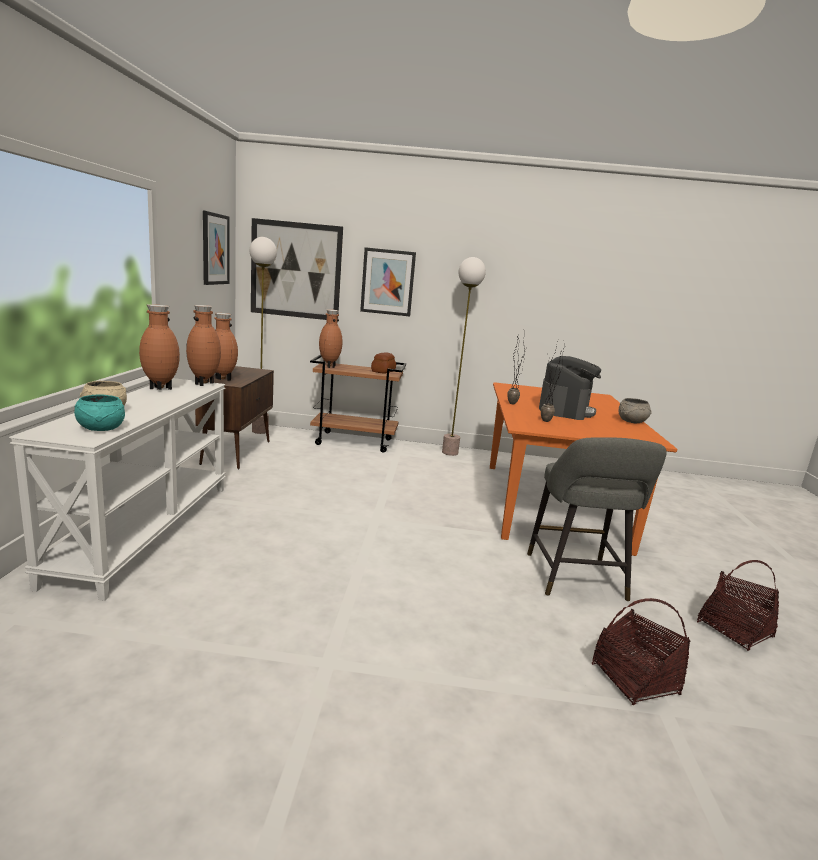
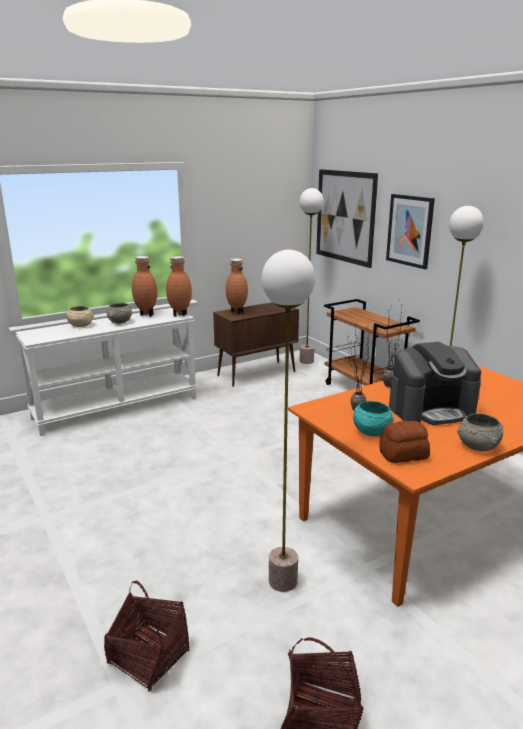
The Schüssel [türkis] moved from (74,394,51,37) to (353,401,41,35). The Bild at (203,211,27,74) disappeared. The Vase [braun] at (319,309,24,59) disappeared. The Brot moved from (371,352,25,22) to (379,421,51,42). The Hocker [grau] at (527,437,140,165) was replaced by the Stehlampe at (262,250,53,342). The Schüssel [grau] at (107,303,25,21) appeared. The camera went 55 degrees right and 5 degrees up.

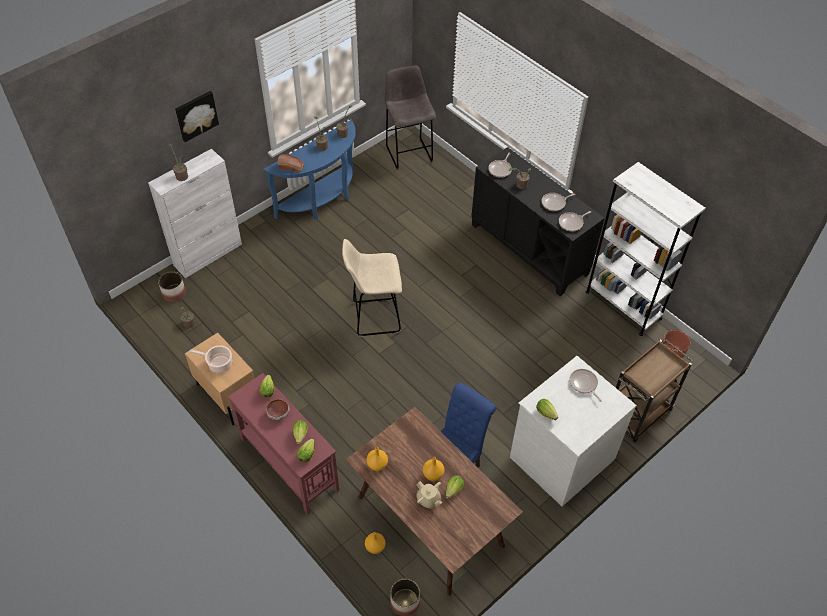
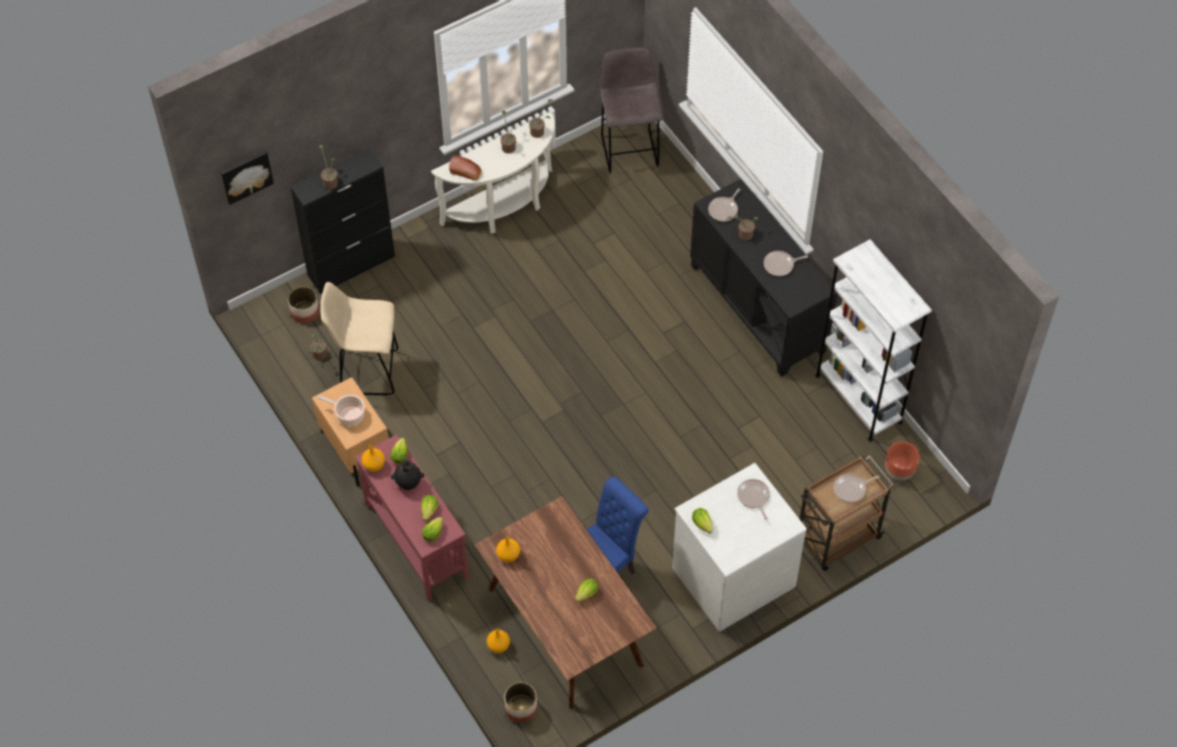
The Schrank [weiß] at (148,149,94,129) became the Schrank [schwarz] at (290,148,105,146). The Bild moved from (175,91,44,51) to (221,150,53,55). The Konsolentisch [blau] at (263,120,93,100) became the Konsolentisch [weiß] at (431,112,124,121). The Schüssel at (266,399,24,21) was replaced by the Vase [schwarz] at (391,460,33,30). The Hocker [beige] moved from (342,239,60,98) to (320,282,78,114). The Teekanne [beige] at (417,481,25,27) disappeared. The Vase [orange] moved from (423,457,21,24) to (362,445,23,27). The Pfanne moved from (559,211,32,21) to (834,474,45,28). The camera went 10 degrees right and 5 degrees up.

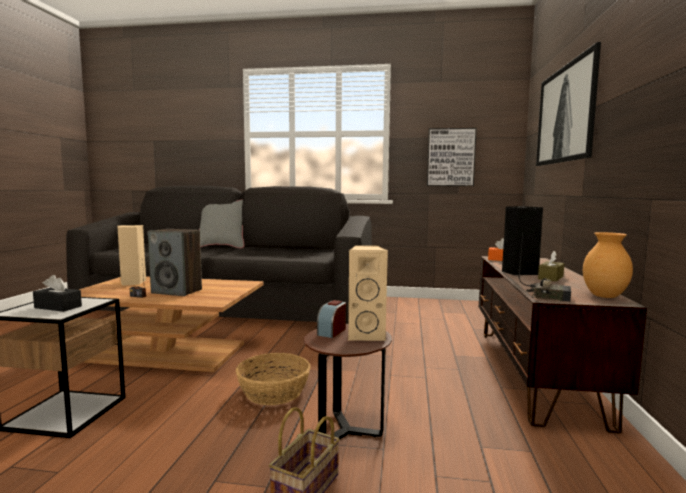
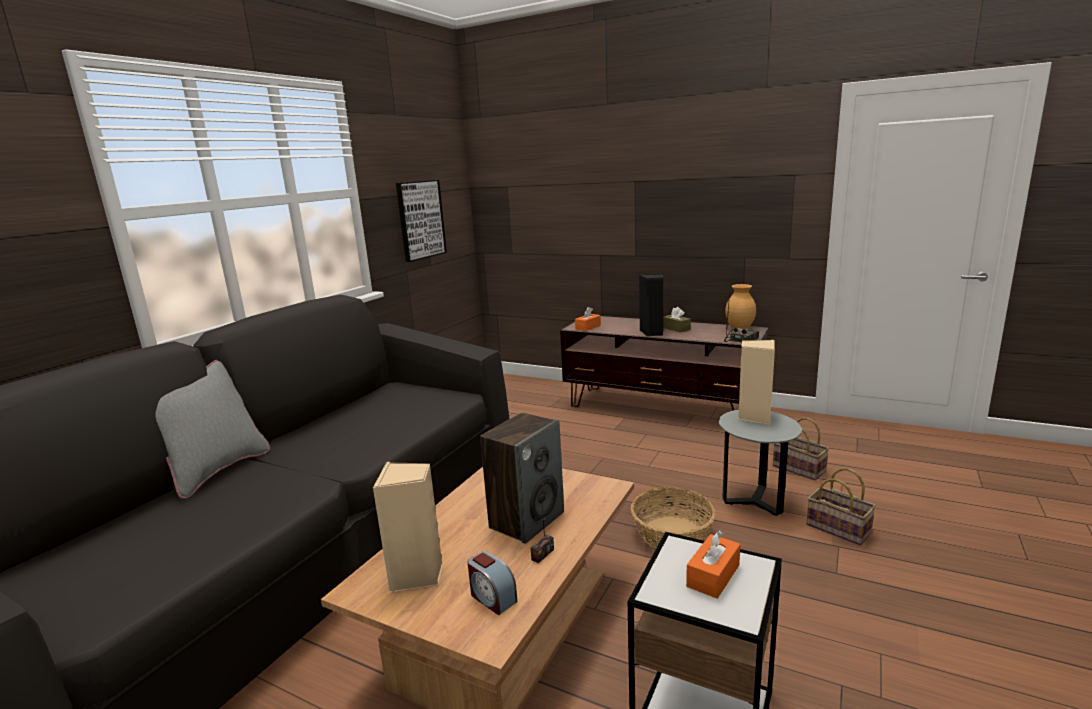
The Taschentuchbox [schwarz] at (33,275,49,37) became the Taschentuchbox [orange] at (686,530,54,69). The Beistelltisch [braun] at (303,324,89,115) became the Beistelltisch [grau] at (719,410,83,106). The Wecker moved from (317,300,29,38) to (468,551,49,64). The Bild at (536,42,65,124) disappeared. The Korb at (773,417,56,63) appeared. The camera went 70 degrees left and 10 degrees up.

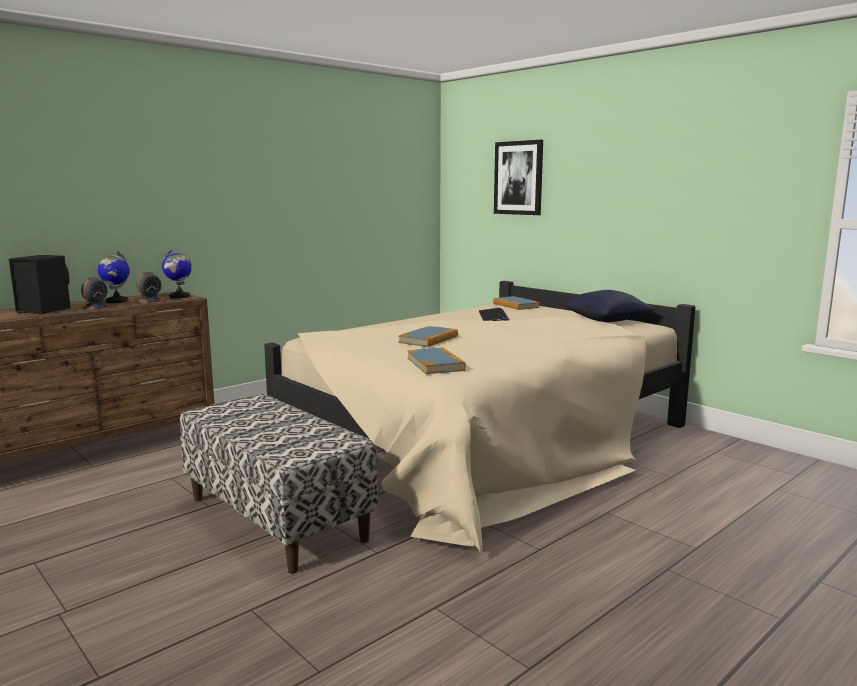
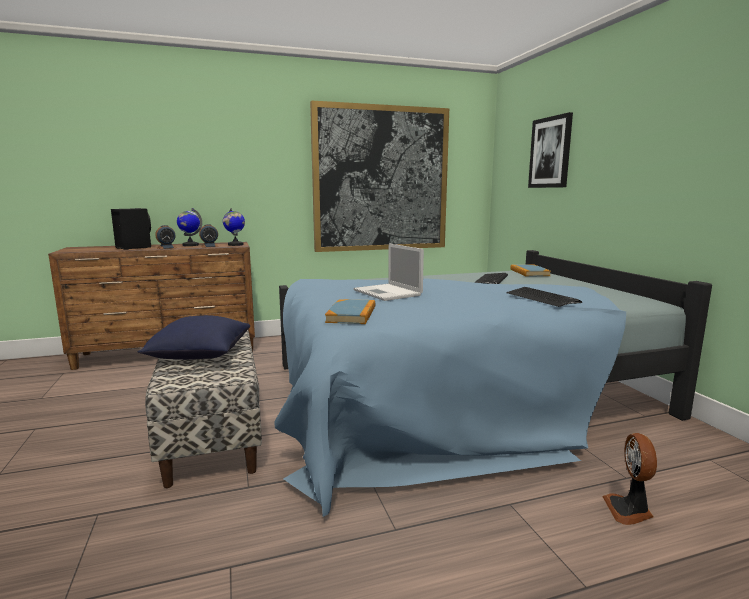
The Bett [beige] at (264,281,431,272) became the Bett [blau] at (274,250,438,267). The Buch at (398,326,60,21) was replaced by the Laptop at (354,244,70,57). The Kissen [blau] moved from (561,290,94,32) to (137,315,113,45). The Bild at (310,101,139,151) appeared. The Tastatur at (506,287,76,20) appeared. The Ventilator at (602,433,55,92) appeared. The camera went 25 degrees right and 0 degrees up.

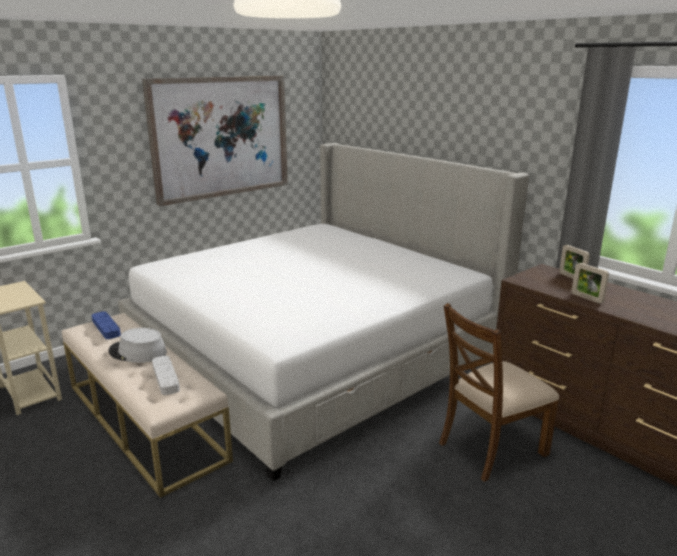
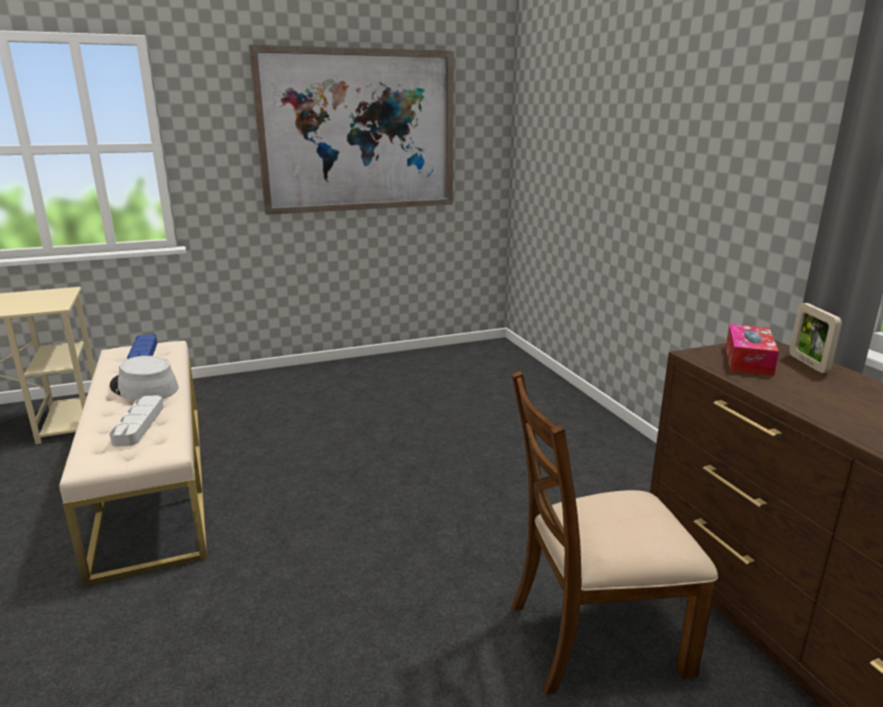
The Bett at (118,143,411,338) disappeared. The Bilderrahmen at (572,263,37,40) disappeared. The Taschentuchbox at (726,324,53,52) appeared. The camera went 20 degrees right and 0 degrees up.

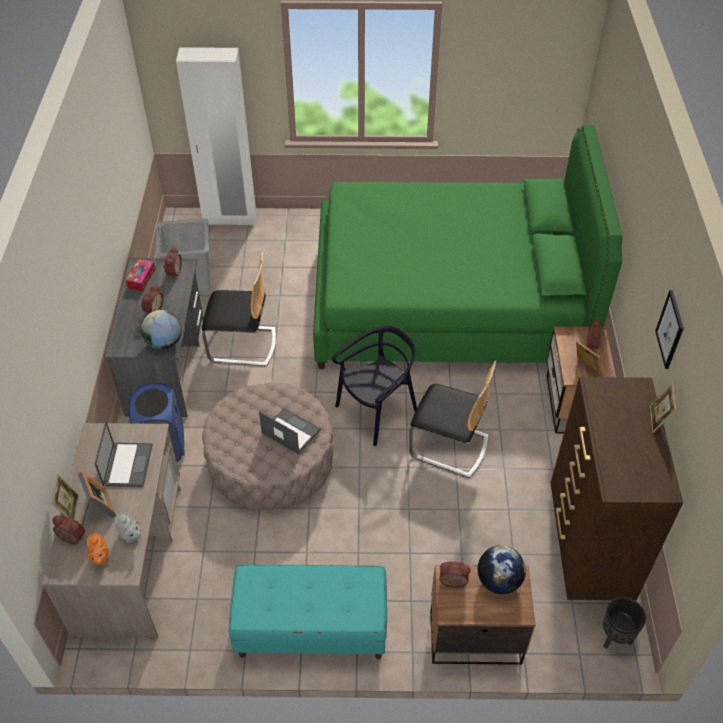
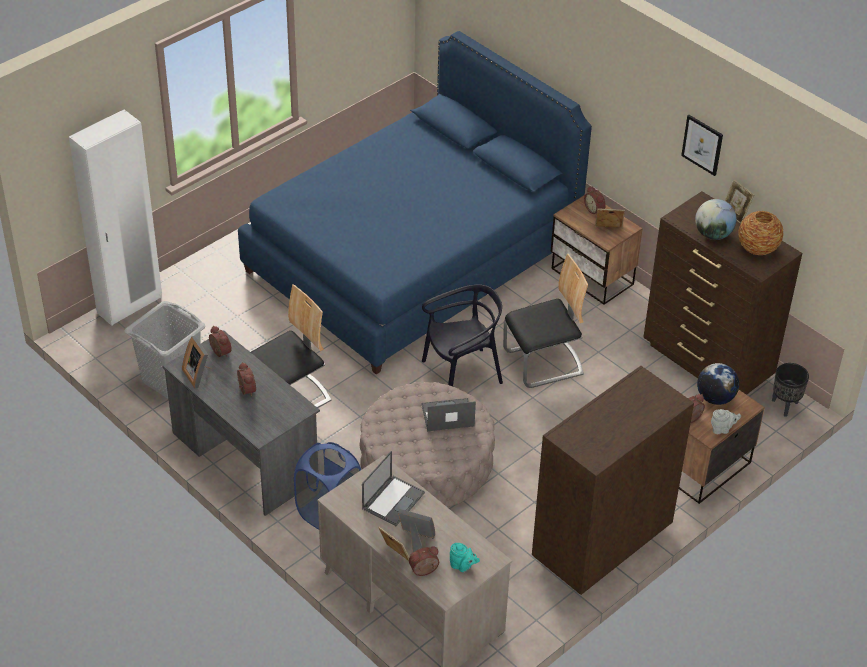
The Teekanne [orange] at (86,533,23,32) became the Teekanne [türkis] at (450,543,30,29). The Laptop at (95,421,58,66) turned 75 degrees clockwise. The Teekanne [grau] moved from (115,513,26,30) to (711,409,30,25). The Taschentuchbox at (125,259,31,32) was replaced by the Bilderrahmen at (182,336,30,52). The Globus moved from (141,310,41,40) to (695,199,42,41). The Bank [türkis] at (229,564,158,95) was replaced by the Kommode [braun] at (532,366,162,229). The Bett [grün] at (313,125,310,244) became the Bett [blau] at (238,31,354,344). The Stuhl [schwarz] at (332,325,85,121) turned 60 degrees clockwise. The Vase at (738,211,45,44) appeared. The camera went 45 degrees left and 5 degrees down.

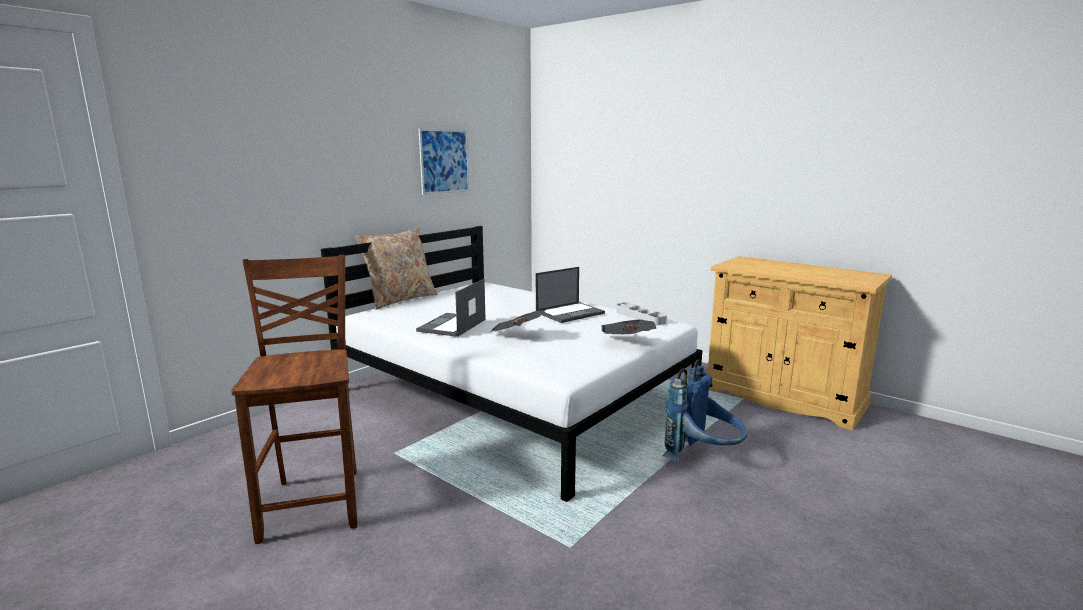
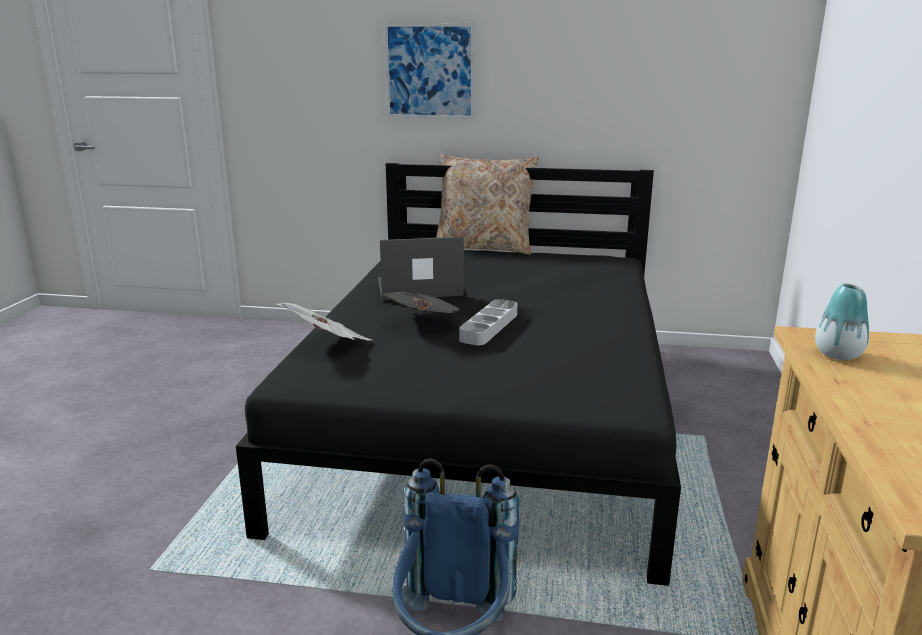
The Stuhl [braun] at (231,255,126,289) disappeared. The Bett [weiß] at (321,226,382,276) became the Bett [schwarz] at (236,163,445,423). The Bild moved from (419,128,51,67) to (384,23,91,96). The Laptop at (536,267,69,56) disappeared. The Zeitung moved from (601,320,56,14) to (277,303,95,37). The Tablett [grau] moved from (616,302,51,23) to (459,299,58,46). The Vase at (815,284,54,76) appeared. The camera went 60 degrees right and 5 degrees up.

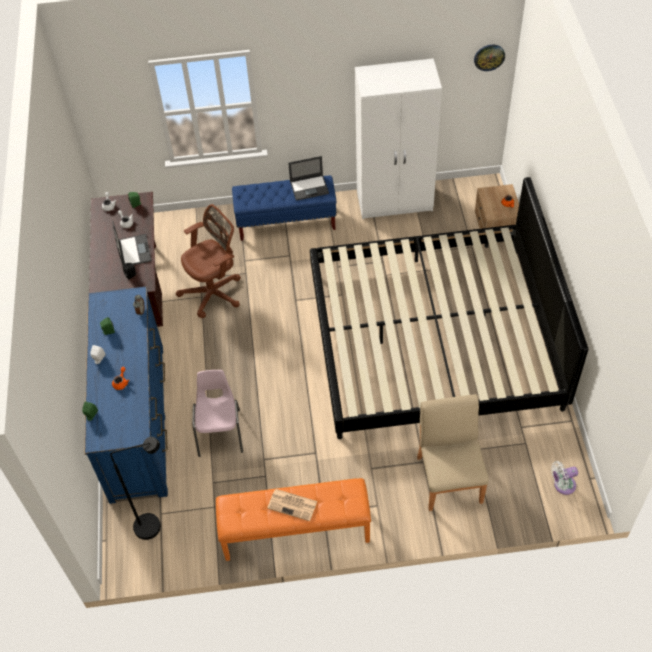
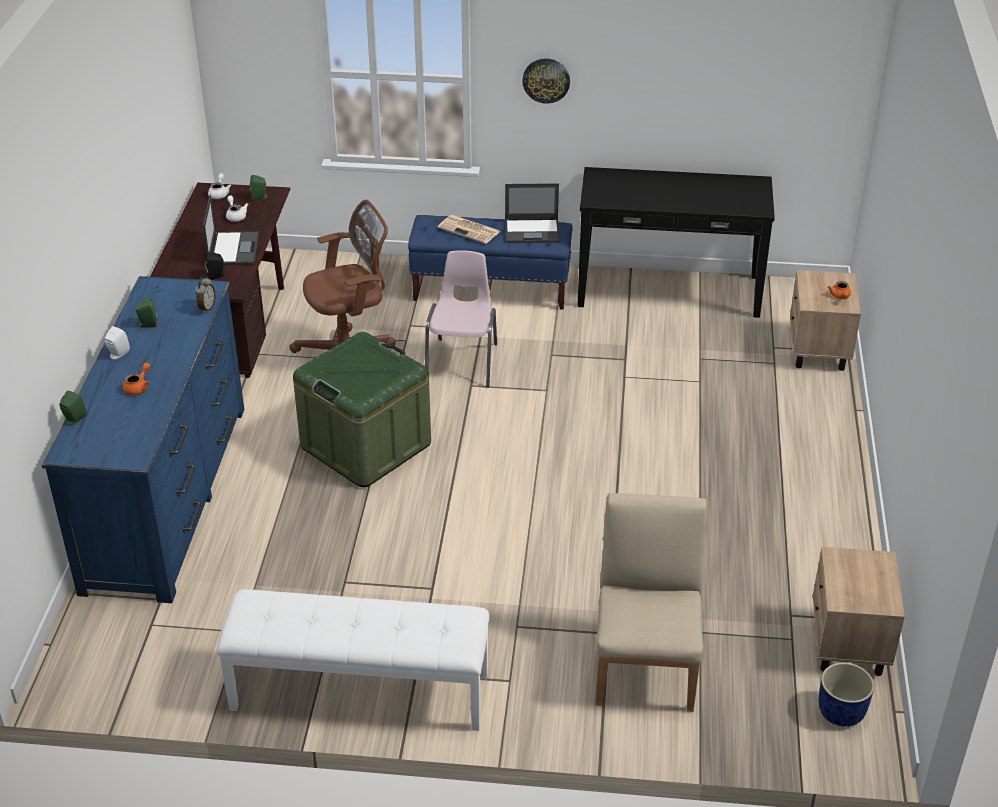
The Stehlampe [schwarz] at (110,437,51,103) disappeared. The Stuhl [rosa] moved from (192,370,51,87) to (425,250,72,138). The Bank [orange] at (216,478,155,83) became the Bank [weiß] at (217,589,272,142). The Zeitung moved from (267,489,51,32) to (438,215,62,29). The Bett at (310,177,278,262) disappeared. The Kleiderschrank [weiß] at (355,58,87,161) was replaced by the Konsolentisch [schwarz] at (577,167,198,151). The Wanduhr moved from (474,44,31,27) to (522,58,48,46). The Ventilator [weiß] at (551,461,27,34) was replaced by the Pflanzkübel [blau] at (819,663,55,64). The Aufbewahrungsbox [grün] at (293,332,138,155) appeared. The Nachttisch [beige] at (813,547,92,129) appeared. The camera went 10 degrees right and 15 degrees down.

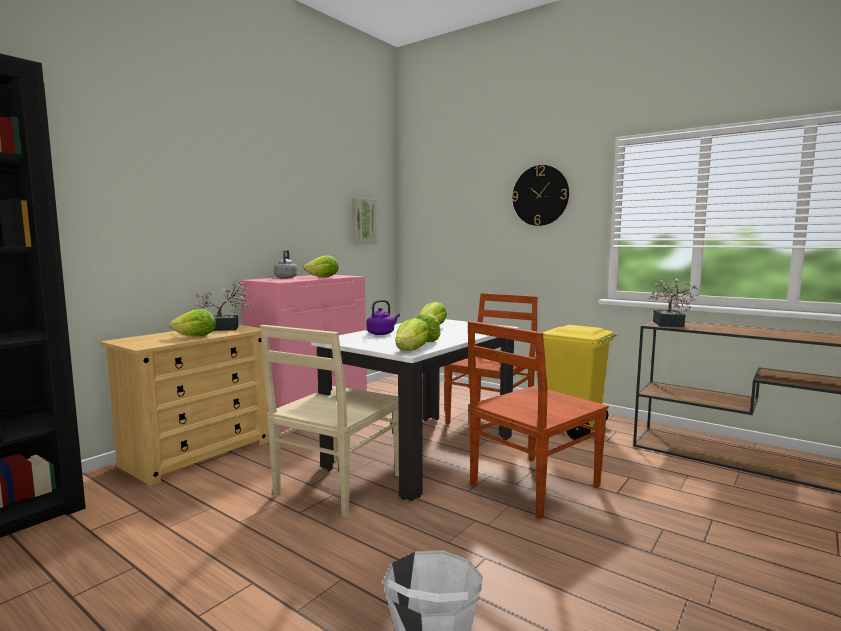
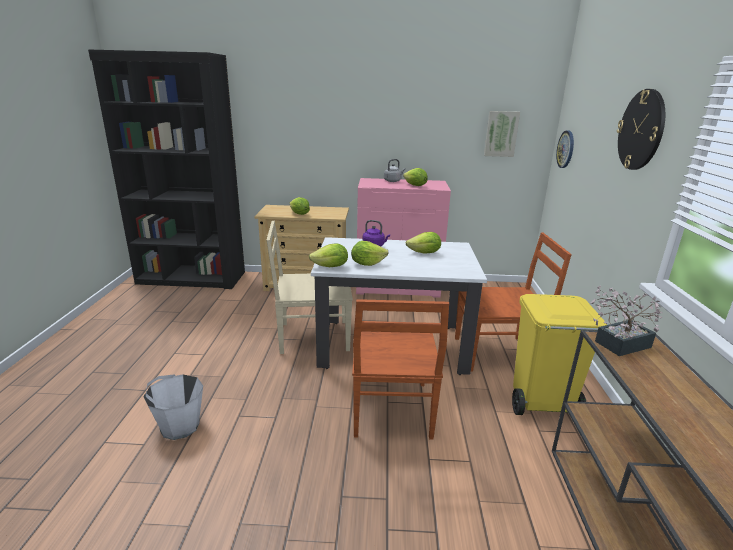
The Topfpflanze at (191,282,60,49) disappeared. The Stuhl [braun] at (468,321,140,198) turned 105 degrees counterclockwise. The Wanduhr at (556,130,18,38) appeared. The camera went 55 degrees right and 15 degrees up.

